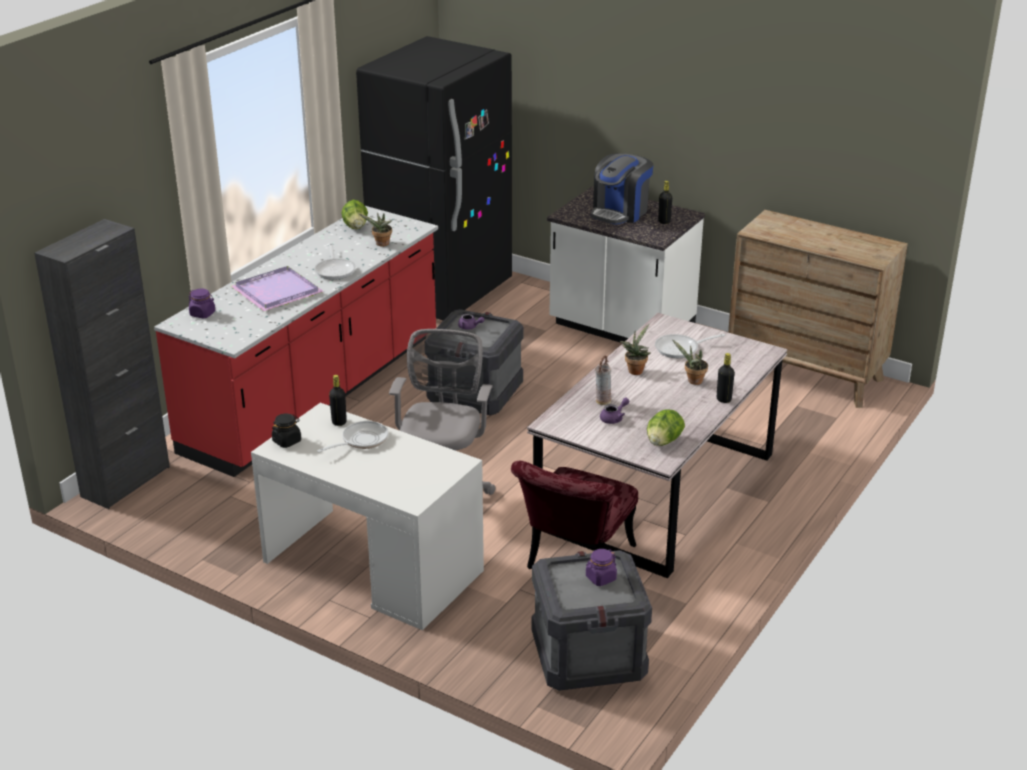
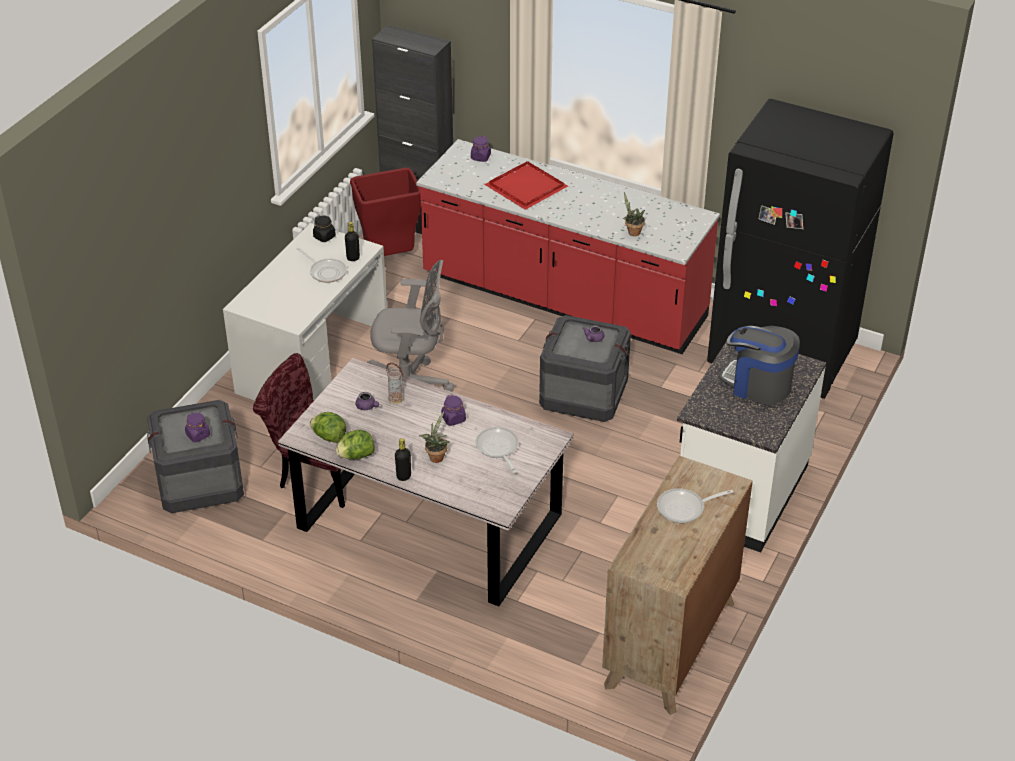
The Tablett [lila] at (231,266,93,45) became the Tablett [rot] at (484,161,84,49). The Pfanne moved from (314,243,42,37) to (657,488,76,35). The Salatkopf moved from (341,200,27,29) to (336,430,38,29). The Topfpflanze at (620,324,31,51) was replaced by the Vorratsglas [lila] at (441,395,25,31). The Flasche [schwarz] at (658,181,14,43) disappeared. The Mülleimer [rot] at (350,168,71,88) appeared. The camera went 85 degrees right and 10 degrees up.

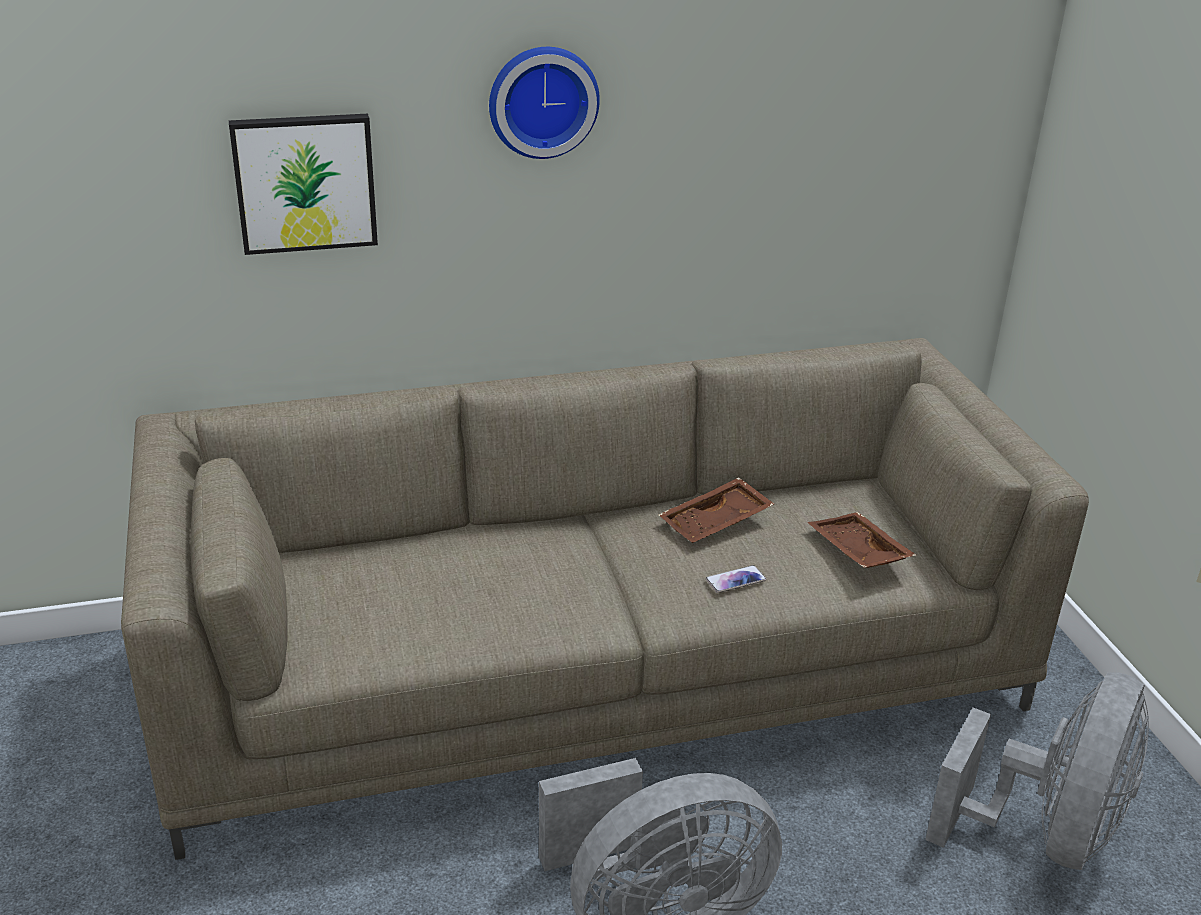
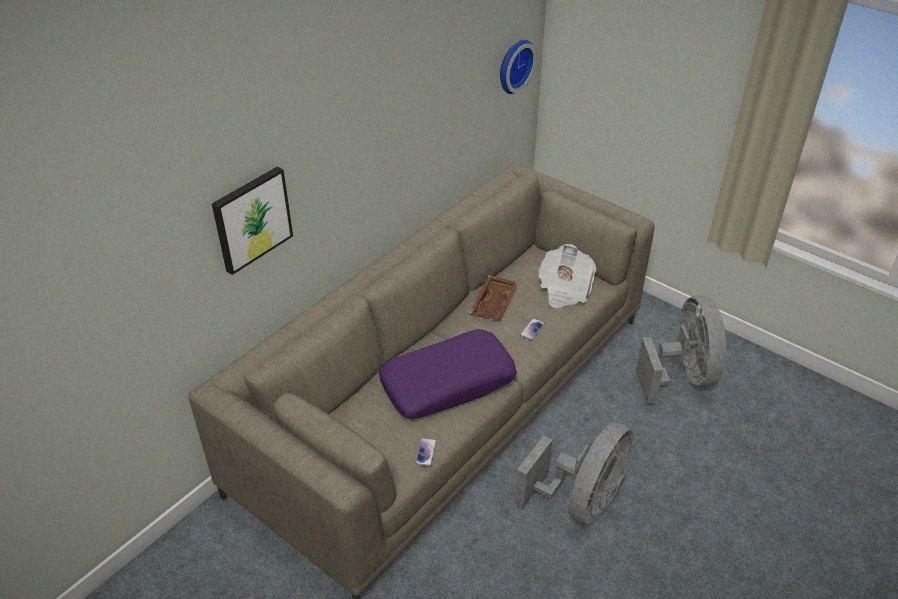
The Wanduhr moved from (489,47,111,112) to (500,40,37,54). The Tablett [braun] at (807,512,109,56) was replaced by the Zeitung at (538,244,59,64). The Kissen [lila] at (379,329,138,90) appeared. The Handy at (416,438,20,28) appeared. The camera went 35 degrees left and 10 degrees up.

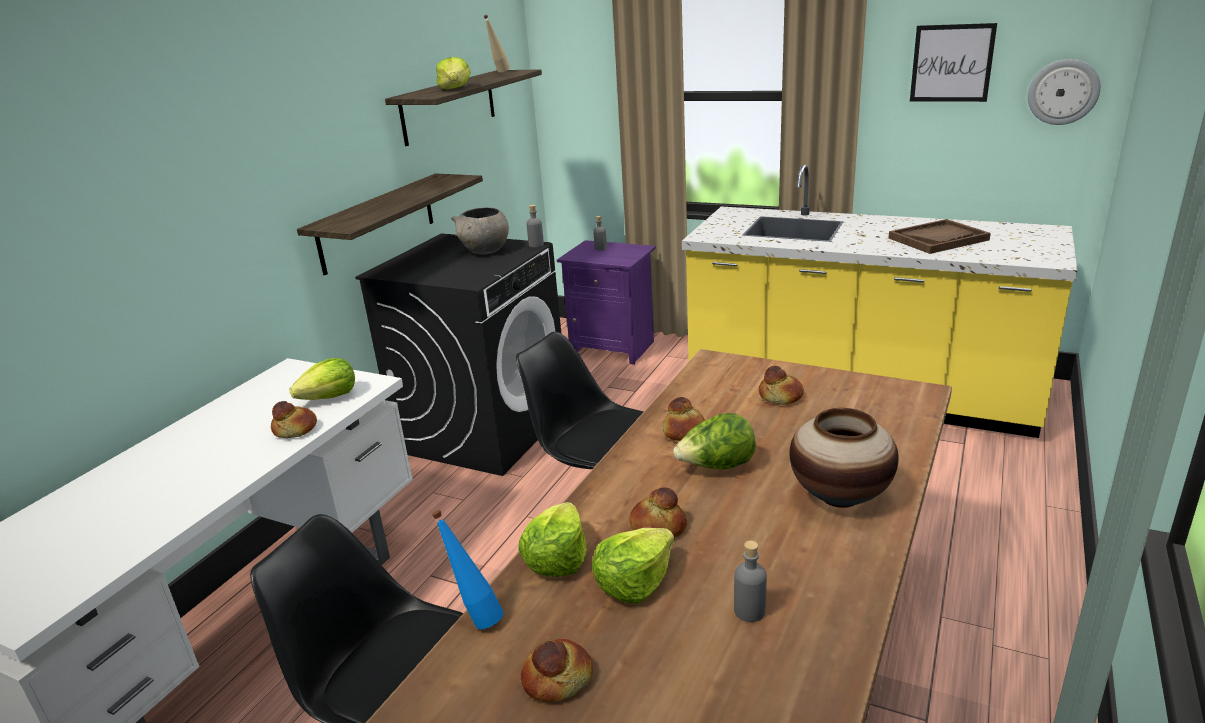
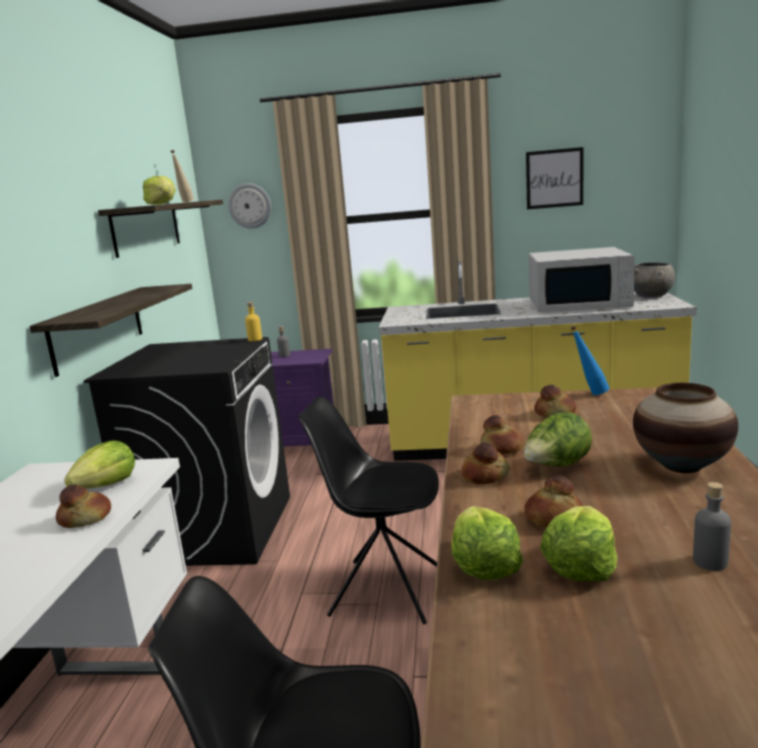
The Flasche [blau] moved from (432,510,72,119) to (571,326,39,69). The Schüssel [grau] moved from (451,207,58,47) to (634,262,41,36). The Brot moved from (521,639,72,63) to (462,442,48,42). The Flasche [grau] at (526,205,18,42) became the Flasche [gelb] at (245,302,17,39). The Tablett [braun] at (888,219,103,35) was replaced by the Mikrowelle [weiß] at (528,247,107,66). The Wanduhr moved from (1028,59,73,66) to (228,183,43,46). The camera went 20 degrees left and 10 degrees down.

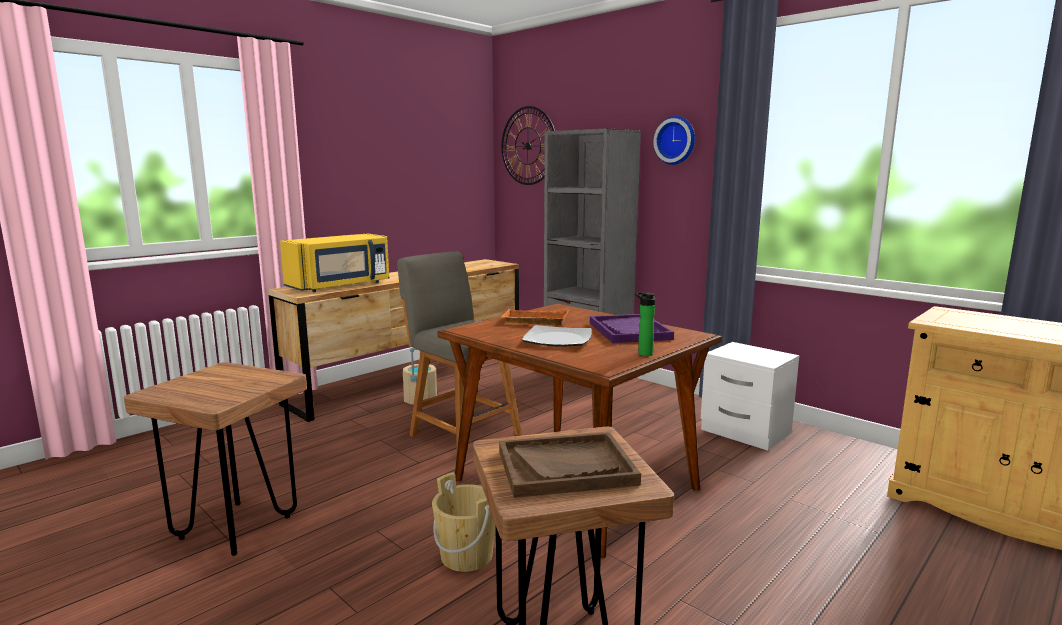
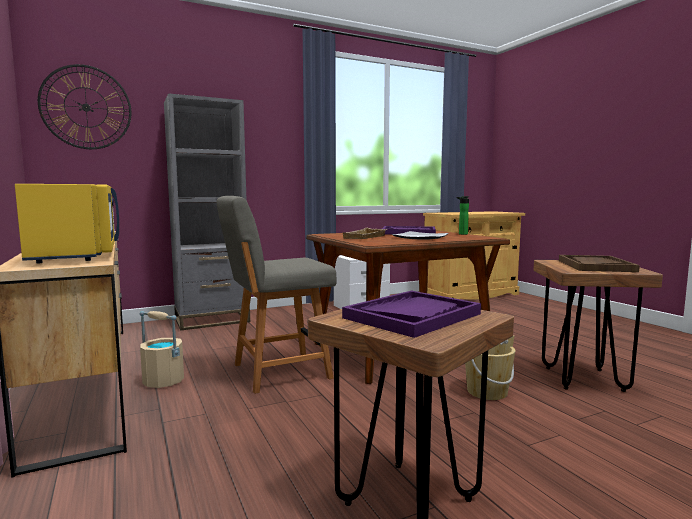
The Tablett [orange] at (501,309,68,17) became the Tablett [beige] at (343,228,45,11). The Wanduhr at (653,116,42,49) disappeared. The Tablett [lila] at (342,291,139,47) appeared. The camera went 70 degrees left and 5 degrees down.

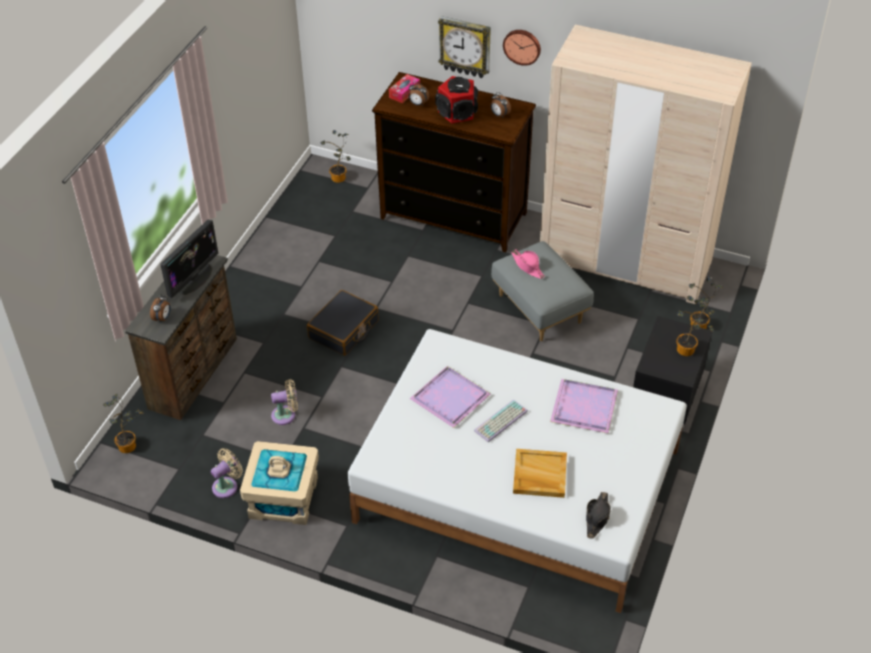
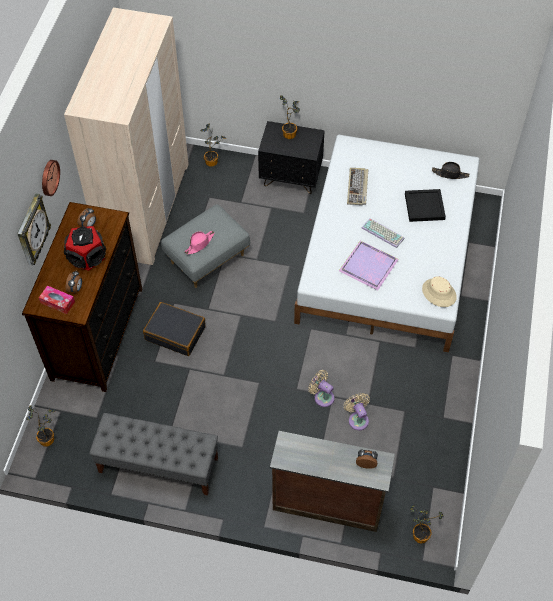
The Monitor at (160,220,58,78) disappeared. The Ventilator [beige] moved from (211,448,32,50) to (308,370,27,37). The Aufbewahrungsbox [beige] at (240,441,79,84) disappeared. The Koffer [schwarz] moved from (307,290,72,66) to (143,302,62,54). The Tablett [beige] at (513,449,54,49) became the Tablett [schwarz] at (405,189,41,33). The Tablett [lila] at (550,379,68,55) was replaced by the Tastatur at (347,168,21,37). The Bank [grau] at (89,413,129,83) appeared. The Hut [beige] at (422,276,35,31) appeared. The camera went 100 degrees left and 10 degrees up.

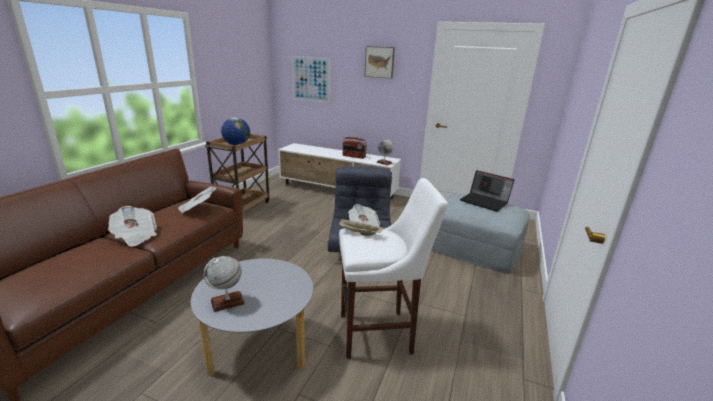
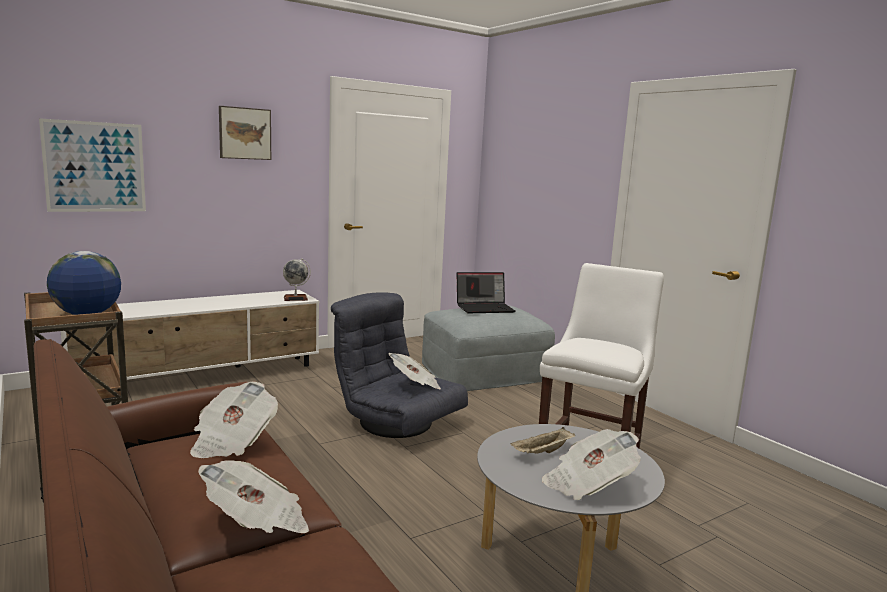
The Globus at (203,256,42,56) was replaced by the Zeitung at (542,429,99,71). The Tablett [beige] moved from (338,219,46,17) to (511,427,64,27). The Radio at (343,137,24,22) disappeared. The camera went 55 degrees left and 10 degrees down.

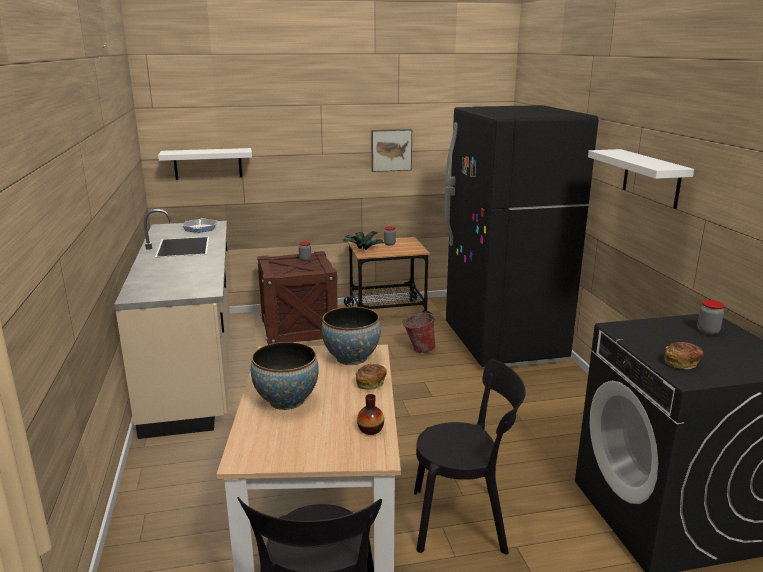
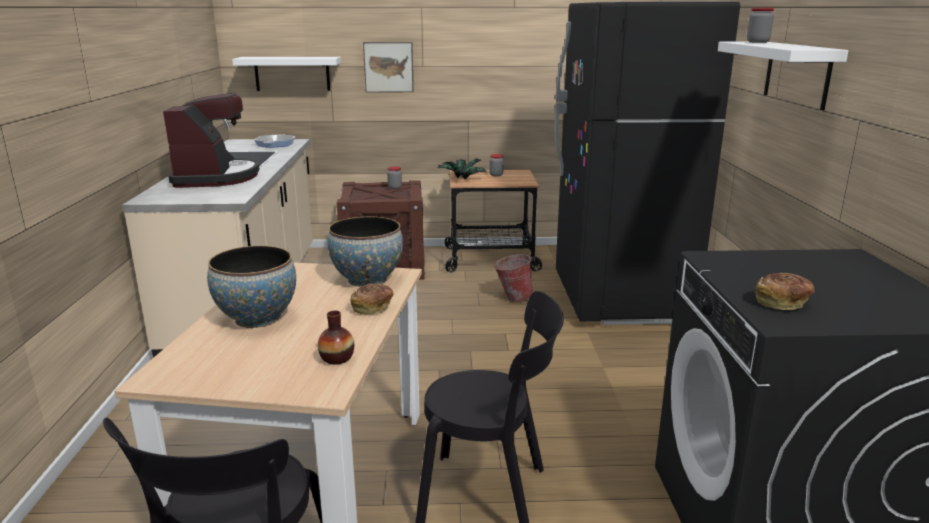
The Bild moved from (371,129,41,43) to (363,42,51,51). The Vorratsglas moved from (697,300,28,35) to (747,8,27,35). The Kaffeemaschine at (163,93,97,95) appeared. The camera went 10 degrees right and 0 degrees up.

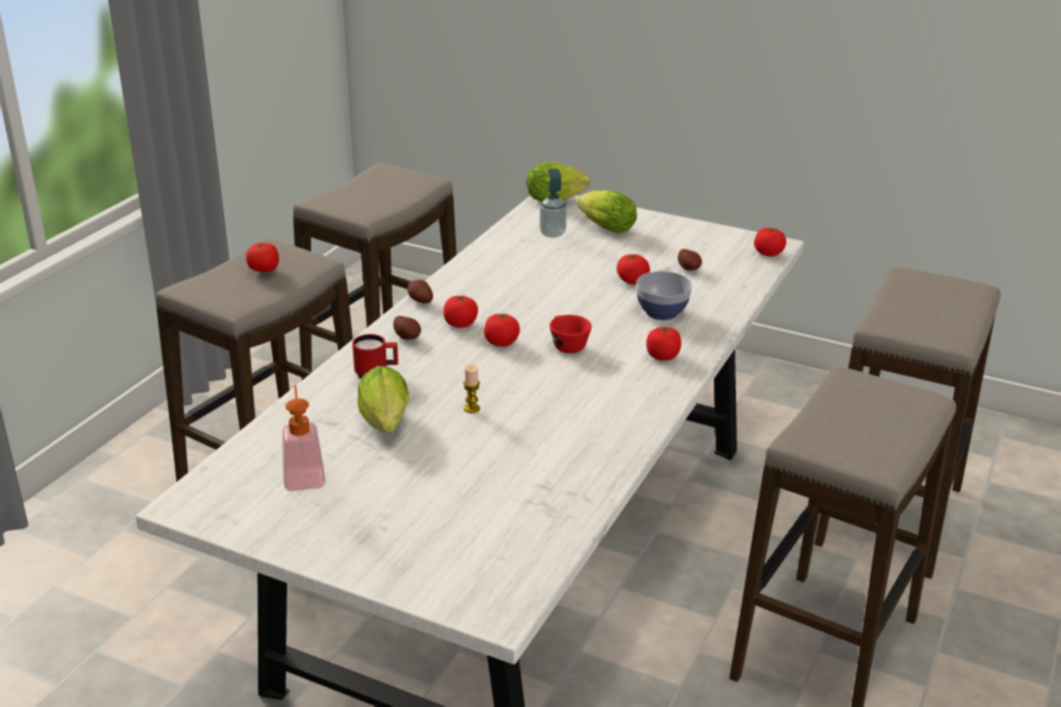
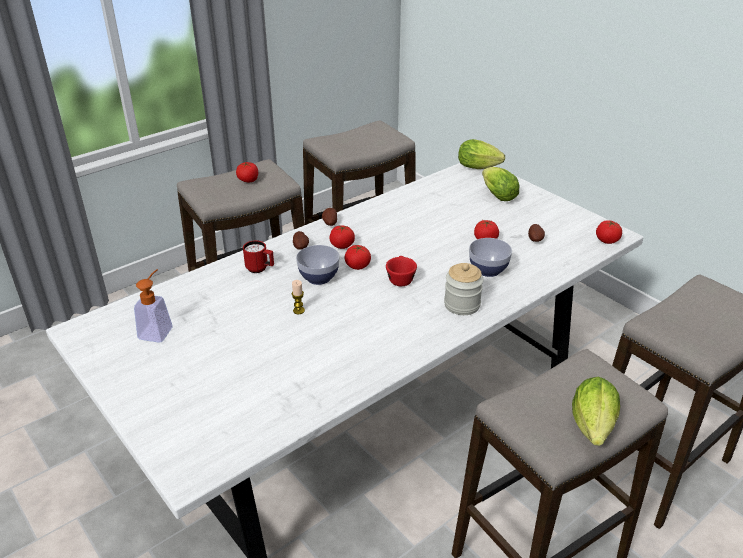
The Salatkopf moved from (358,366,51,67) to (572,377,48,69). The Seifenspender at (540,169,27,69) disappeared. The Tomate at (646,326,35,34) was replaced by the Vorratsglas at (444,263,39,52). The Schüssel at (296,245,44,40) appeared. The camera went 25 degrees right and 5 degrees up.

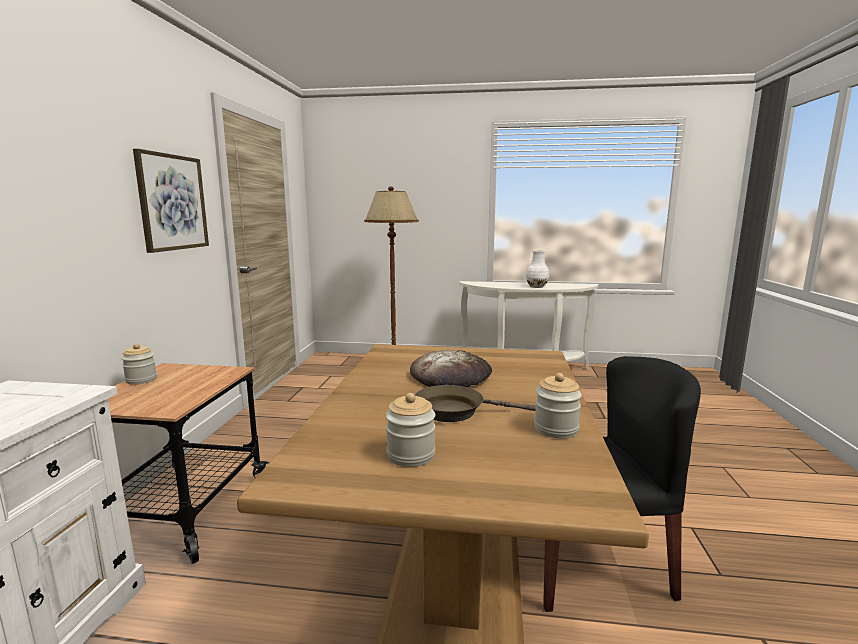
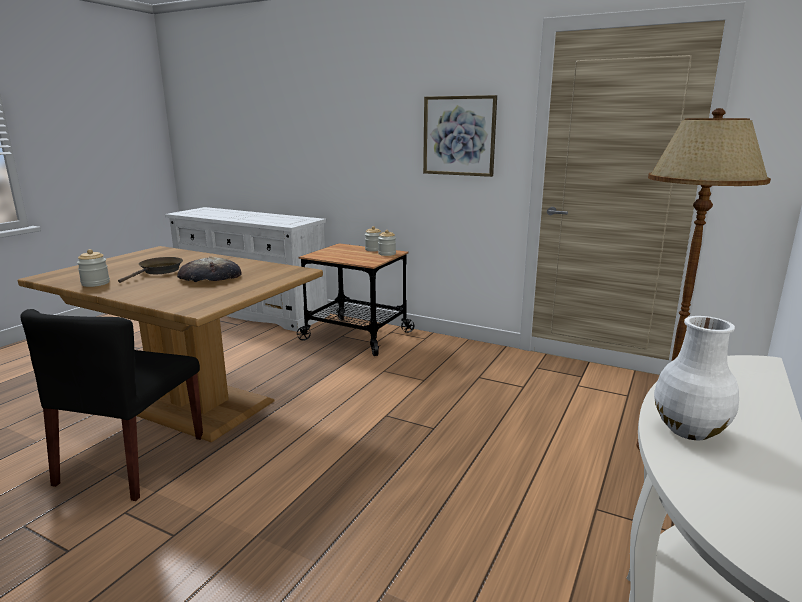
The Vorratsglas moved from (386,393,49,74) to (378,230,18,26). The camera went 110 degrees right and 5 degrees up.

